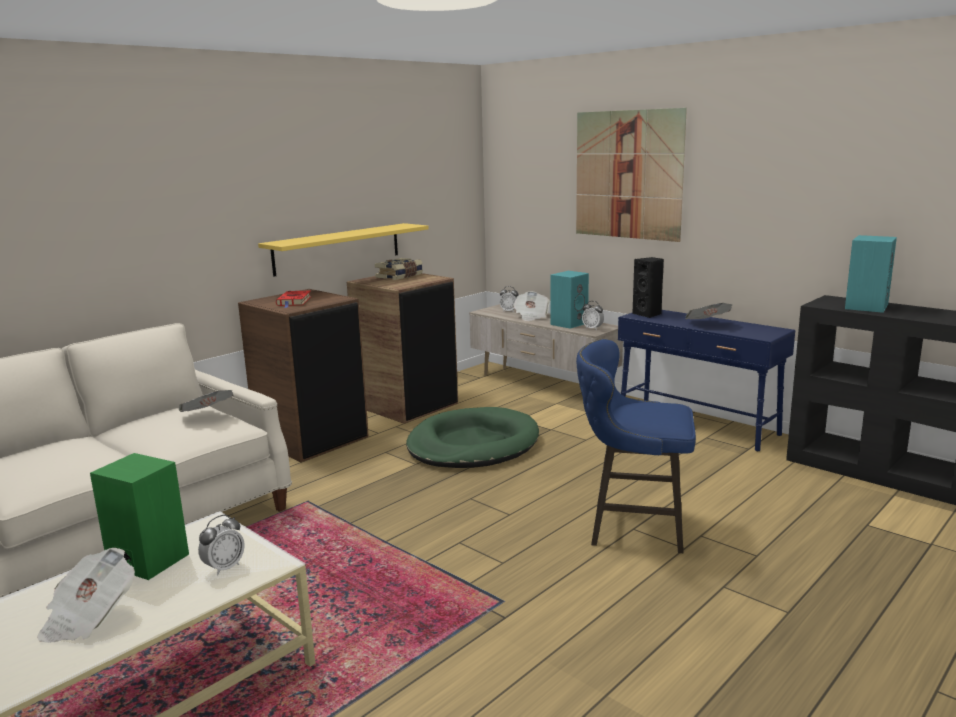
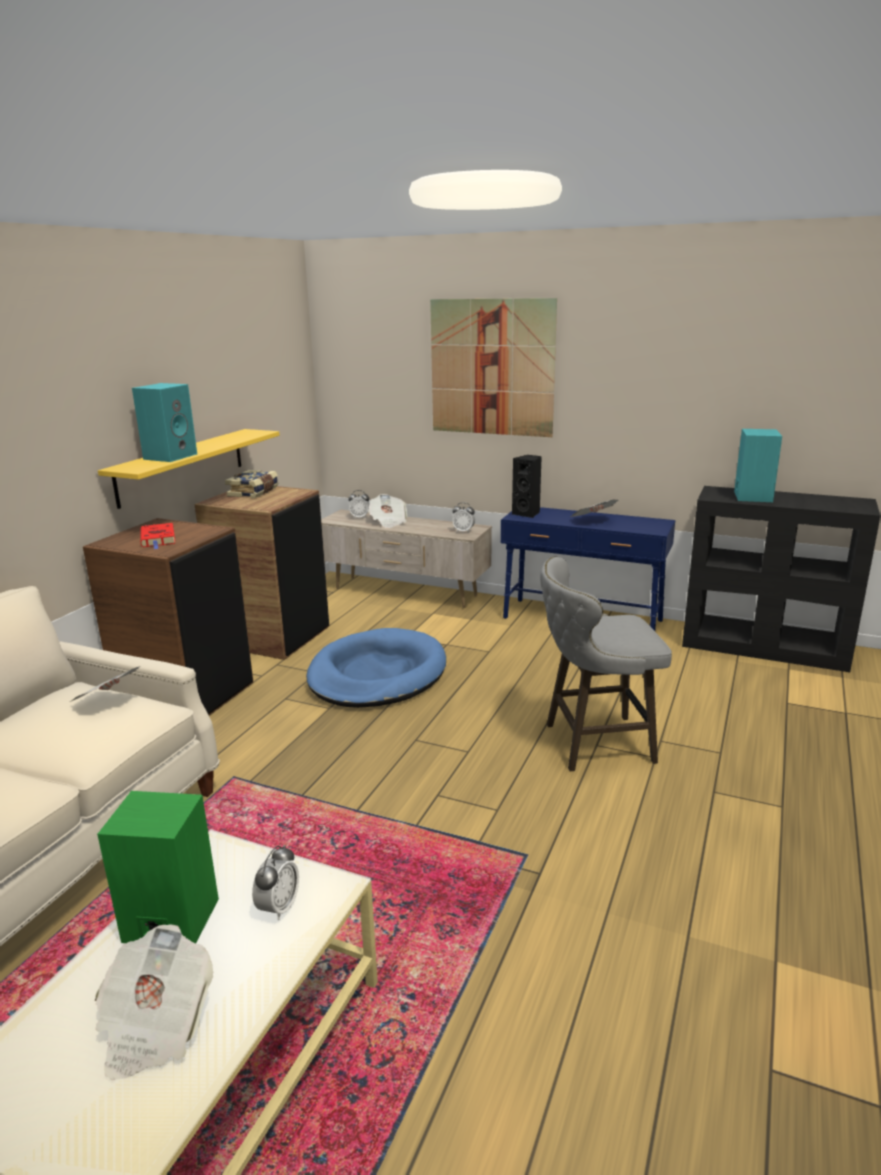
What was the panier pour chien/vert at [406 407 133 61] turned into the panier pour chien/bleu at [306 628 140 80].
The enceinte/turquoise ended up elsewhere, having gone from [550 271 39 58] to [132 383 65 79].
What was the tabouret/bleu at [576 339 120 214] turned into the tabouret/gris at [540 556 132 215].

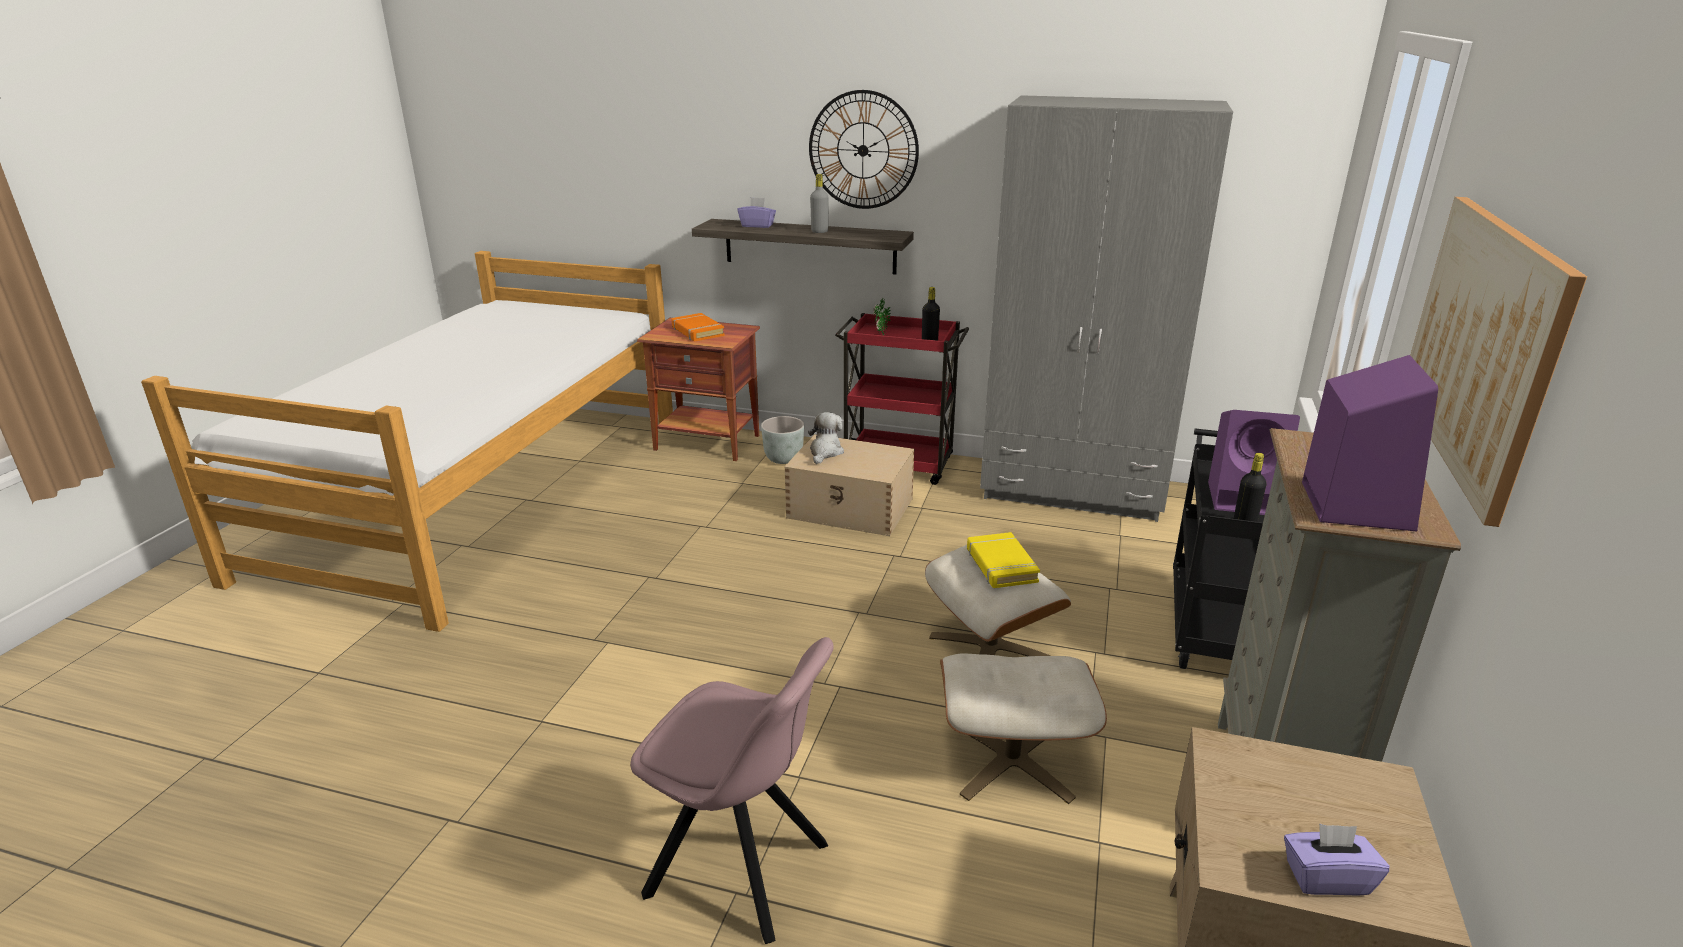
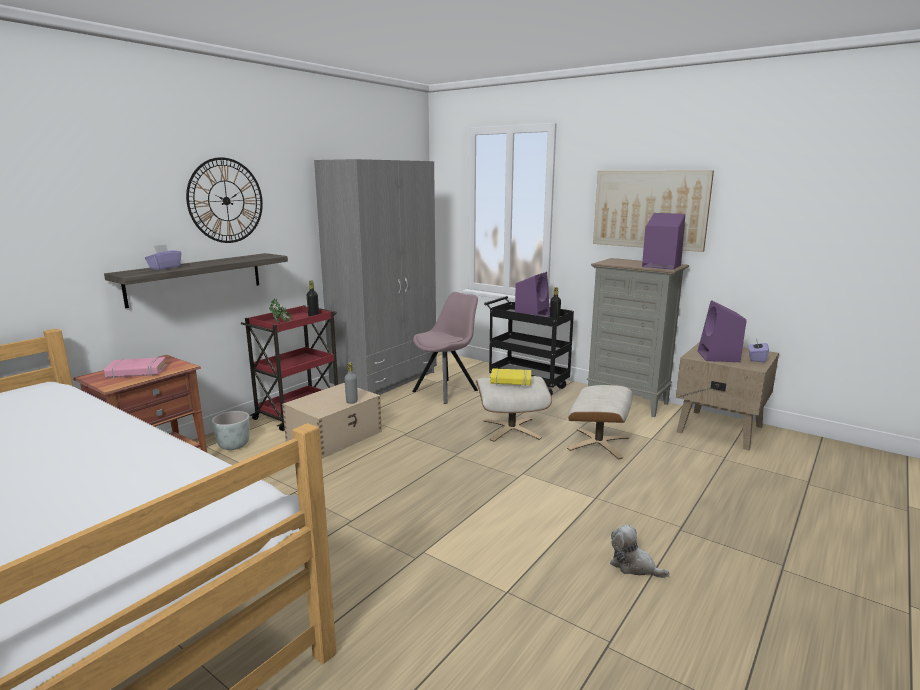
The chaise/rose ended up elsewhere, having gone from [630 637 204 307] to [413 292 65 112].
What was the livre/orange at [672 313 53 28] turned into the livre/rose at [104 357 63 21].
The peluche ended up elsewhere, having gone from [808 412 36 52] to [610 524 60 54].
The bouteille/gris ended up elsewhere, having gone from [810 174 19 59] to [344 362 14 42].
The second view gained the enceinte/violet at [698 300 49 62].

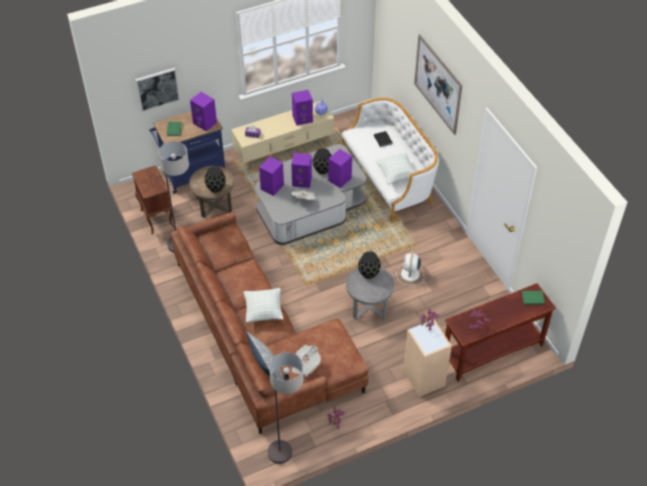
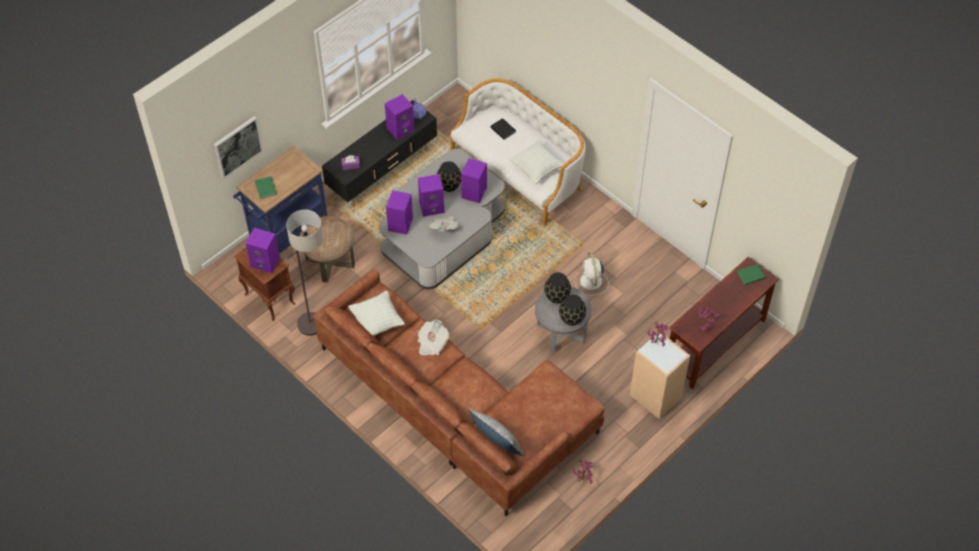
The enceinte/violet ended up elsewhere, having gone from [190 92 27 39] to [245 228 35 45].
The vase/noir ended up elsewhere, having gone from [204 166 22 27] to [559 294 27 32].
What was the meuble télé/beige at [231 101 103 69] turned into the meuble télé/noir at [322 100 115 107].
The coussin ended up elsewhere, having gone from [244 288 39 34] to [348 291 57 45].
The second view lost the lampadaire/gris at [264 352 40 112].
The journal ended up elsewhere, having gone from [291 345 30 32] to [418 320 31 35].
The second view lost the tableau at [414 34 48 101].

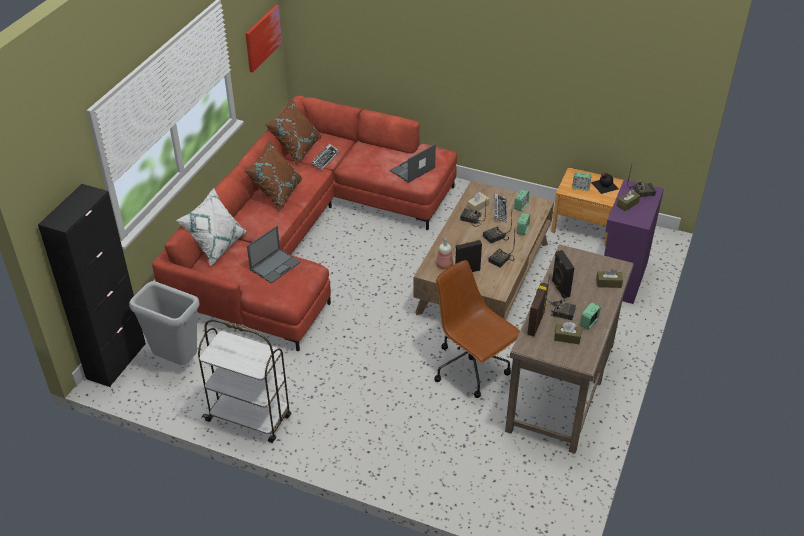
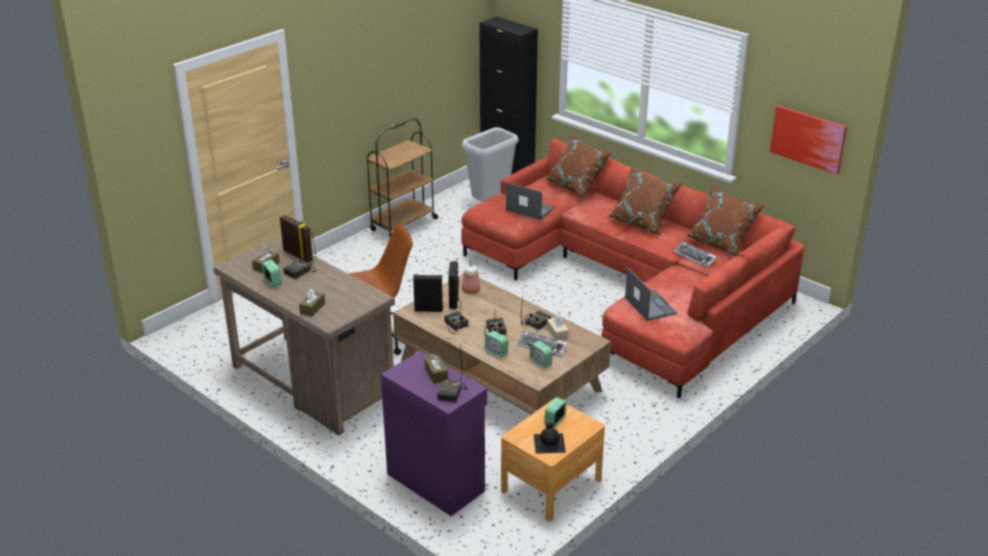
What was the coussin/blanc at [176 188 70 78] turned into the coussin/marron at [545 133 67 67].
What was the chariot/blanc at [198 319 94 124] turned into the chariot/marron at [367 118 71 119].
The ordinateur portable at [247 226 54 58] ended up facing another way, 150 degrees clockwise from before.
The enceinte/noir ended up elsewhere, having gone from [552 250 22 49] to [413 274 30 38].

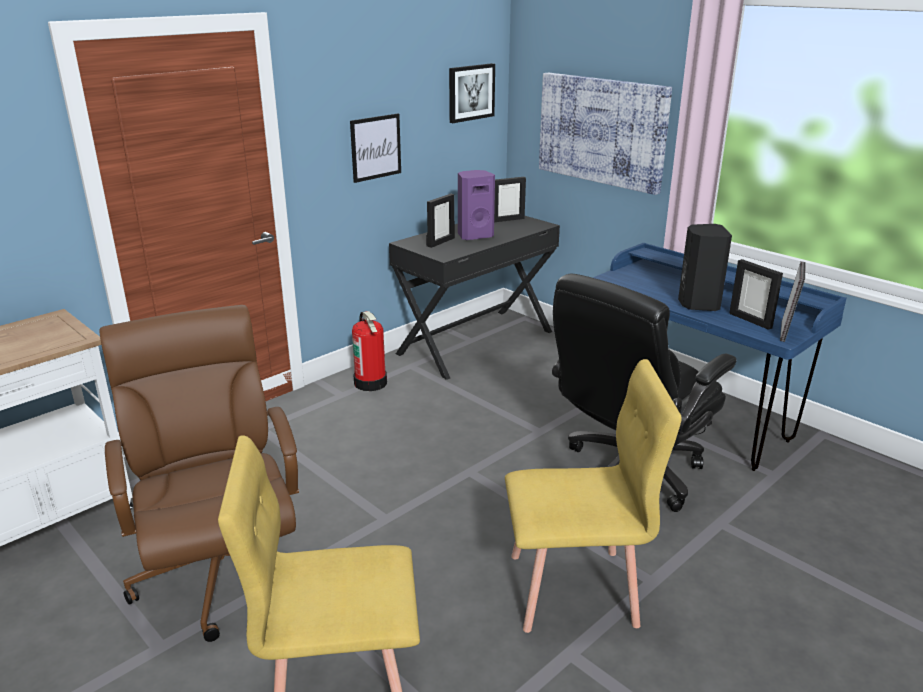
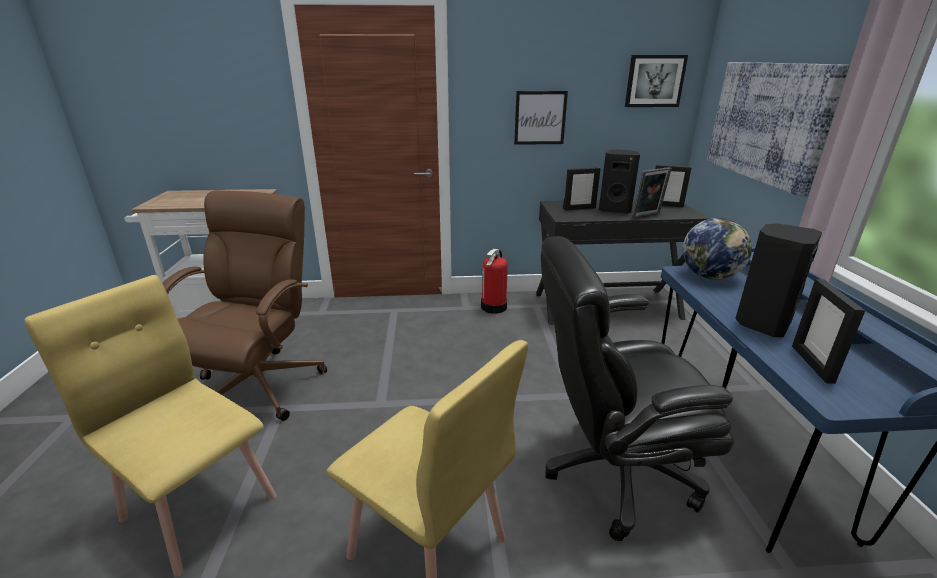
What was the enceinte/violet at [458 170 37 70] turned into the enceinte/noir at [599 150 41 64].
The cadre photo ended up elsewhere, having gone from [780 261 26 81] to [632 167 40 52].
The second view gained the globe at [683 218 69 62].

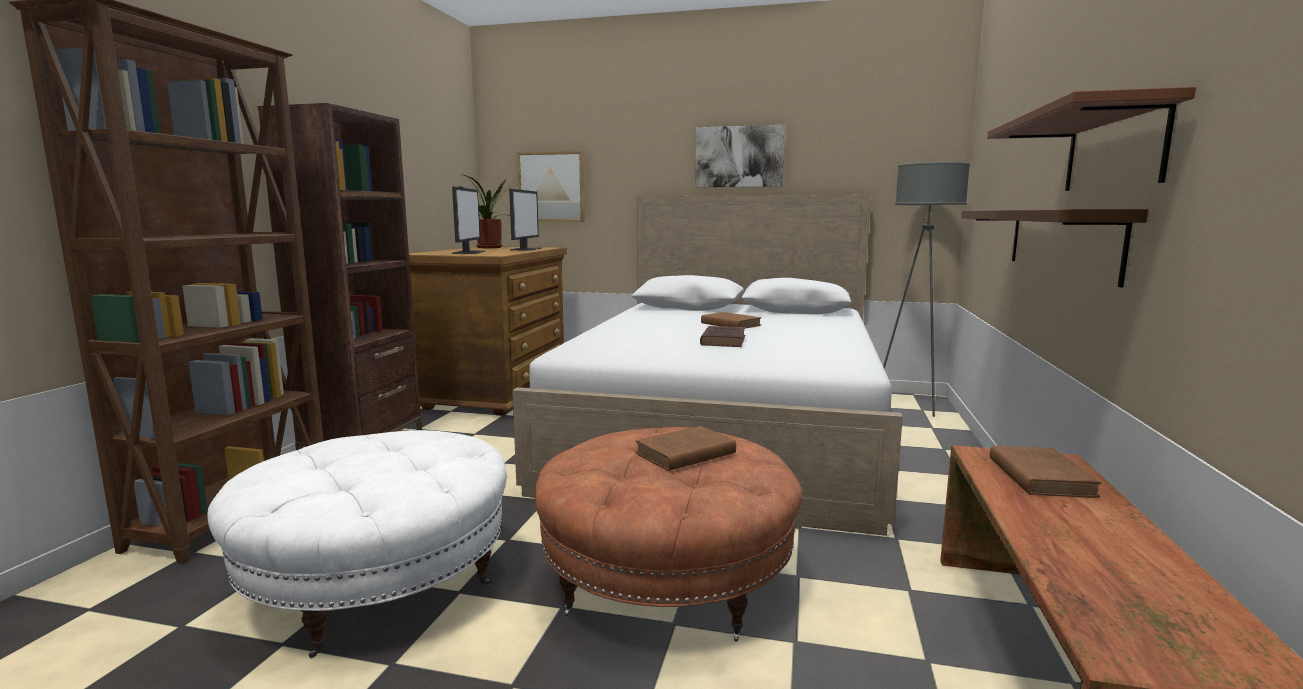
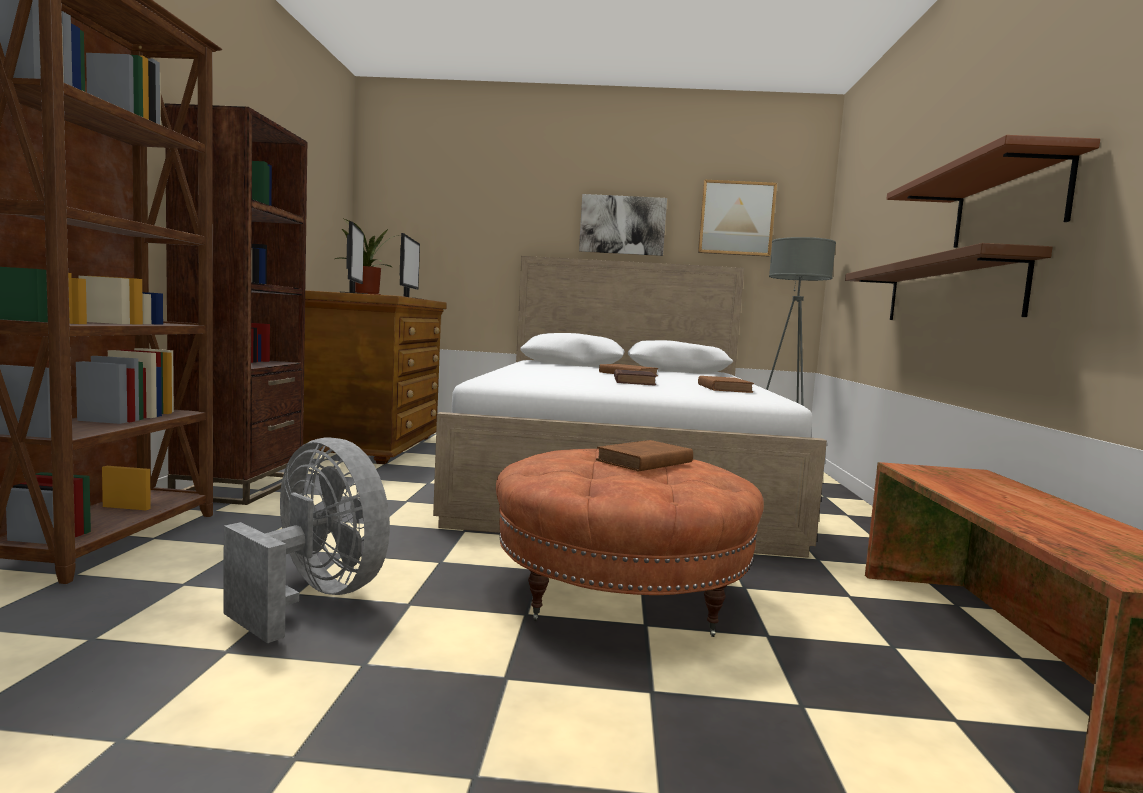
Where the pouf/blanc stood at [207 430 300 229], the ventilateur/gris came to stand at [224 437 166 206].
The tableau ended up elsewhere, having gone from [517 151 68 71] to [698 180 79 77].
The livre/marron ended up elsewhere, having gone from [990 445 111 53] to [698 376 56 17].

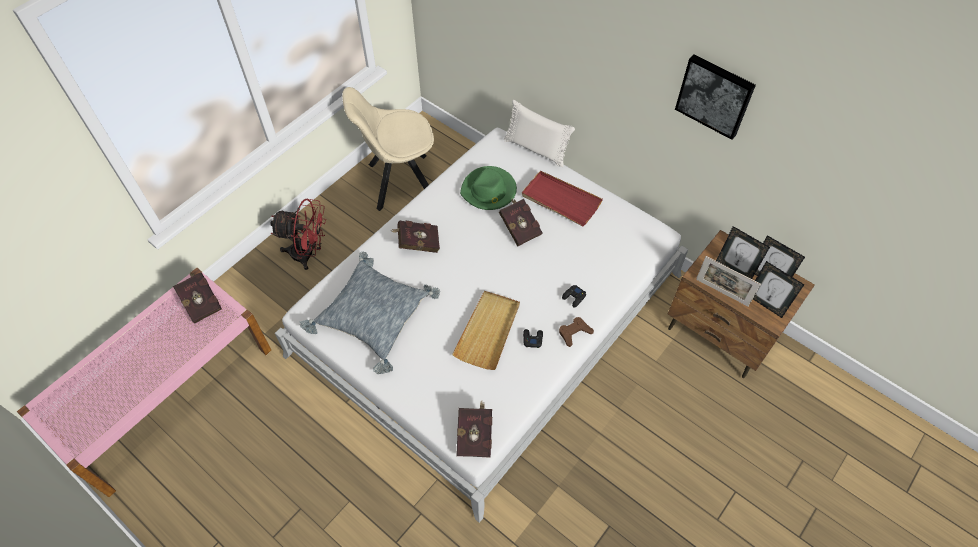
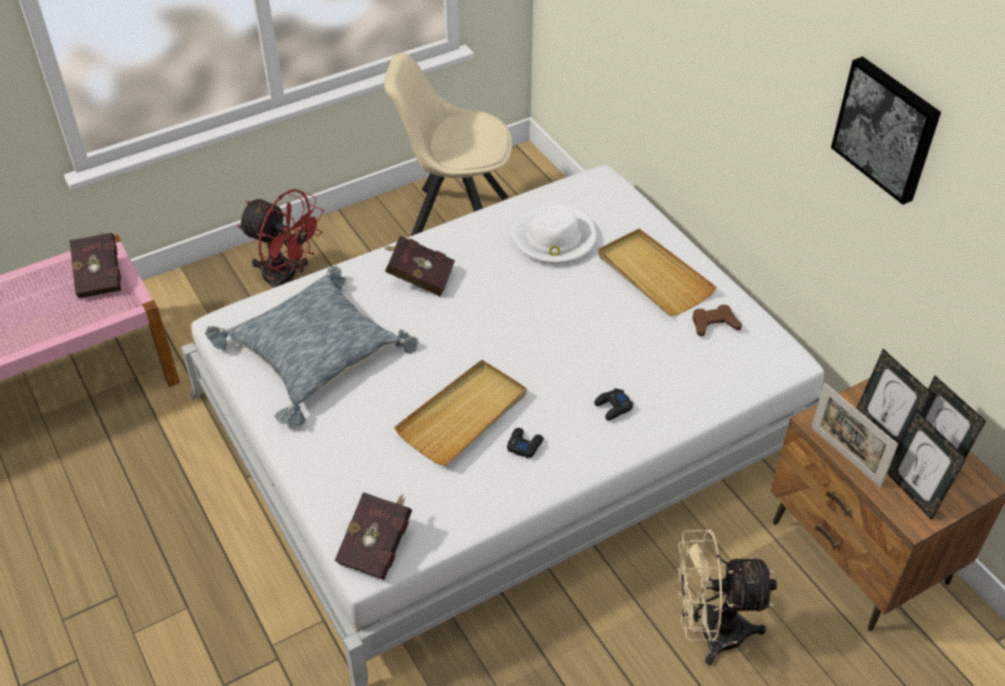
What was the chapeau/vert at [460 166 57 44] turned into the chapeau/blanc at [509 204 88 60].
The second view lost the livre/rouge at [499 199 44 48].
The second view lost the coussin/blanc at [504 100 71 67].
What was the plateau/rouge at [522 171 81 56] turned into the plateau/beige at [598 229 119 87].
The manette/marron ended up elsewhere, having gone from [559 317 35 30] to [692 305 50 32].
The second view gained the ventilateur/beige at [677 529 100 136].

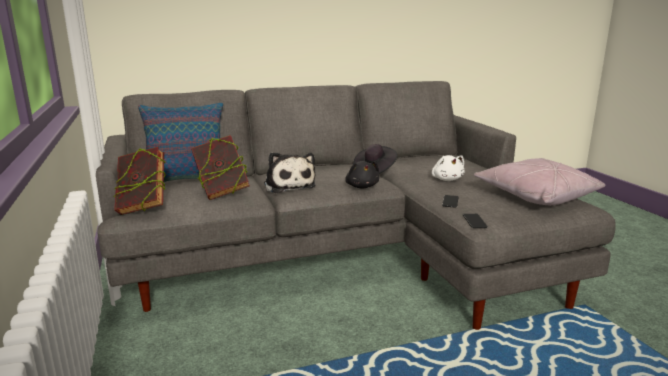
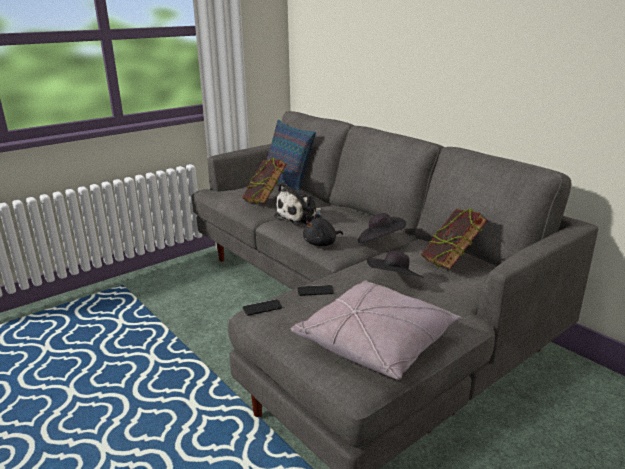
The livre ended up elsewhere, having gone from [114 147 52 68] to [421 208 67 61].
Where the peluche/blanc stood at [432 155 33 26], the chapeau/noir came to stand at [367 251 57 27].

